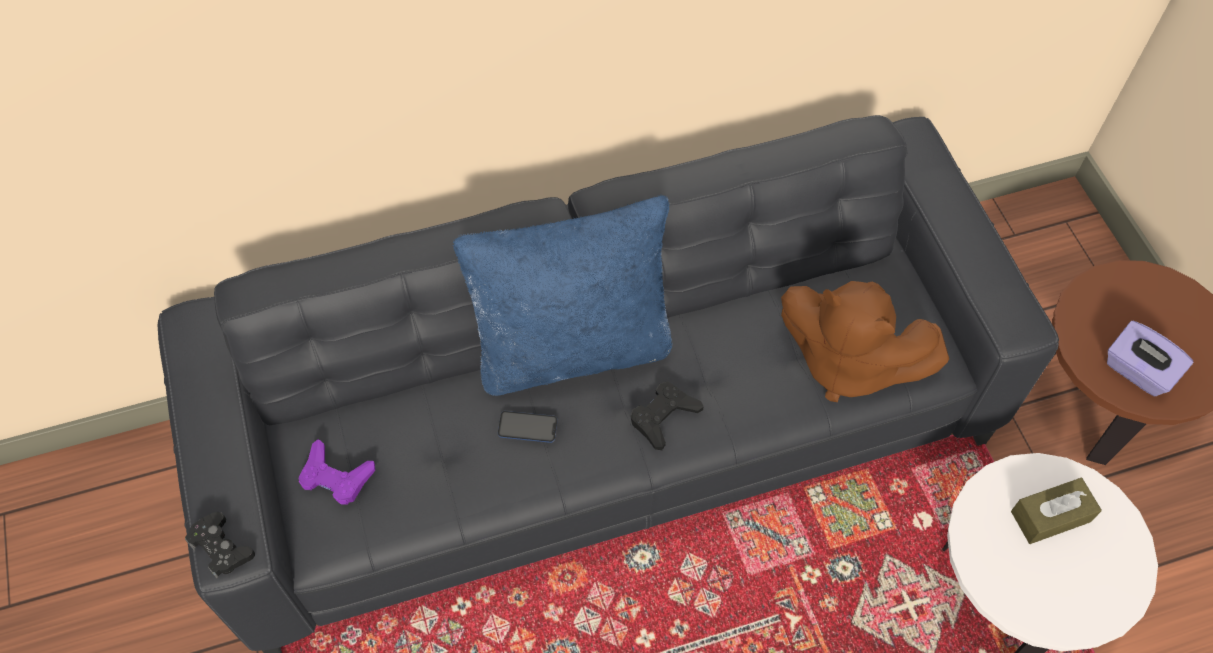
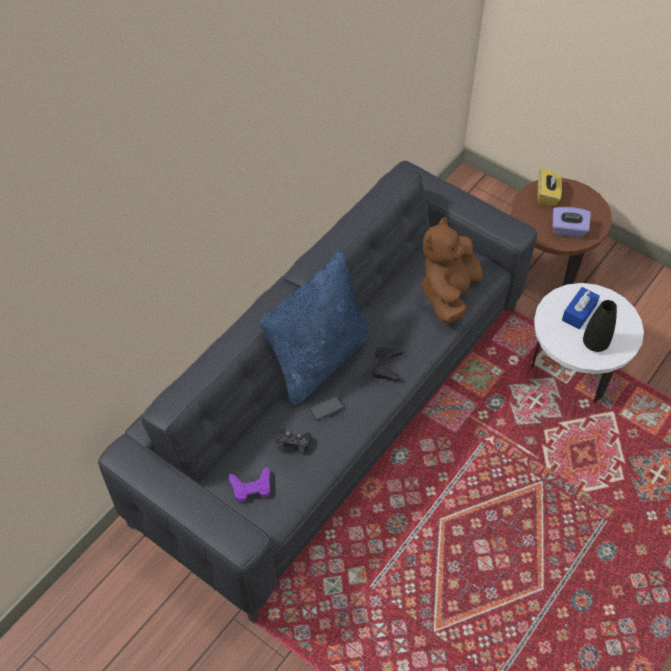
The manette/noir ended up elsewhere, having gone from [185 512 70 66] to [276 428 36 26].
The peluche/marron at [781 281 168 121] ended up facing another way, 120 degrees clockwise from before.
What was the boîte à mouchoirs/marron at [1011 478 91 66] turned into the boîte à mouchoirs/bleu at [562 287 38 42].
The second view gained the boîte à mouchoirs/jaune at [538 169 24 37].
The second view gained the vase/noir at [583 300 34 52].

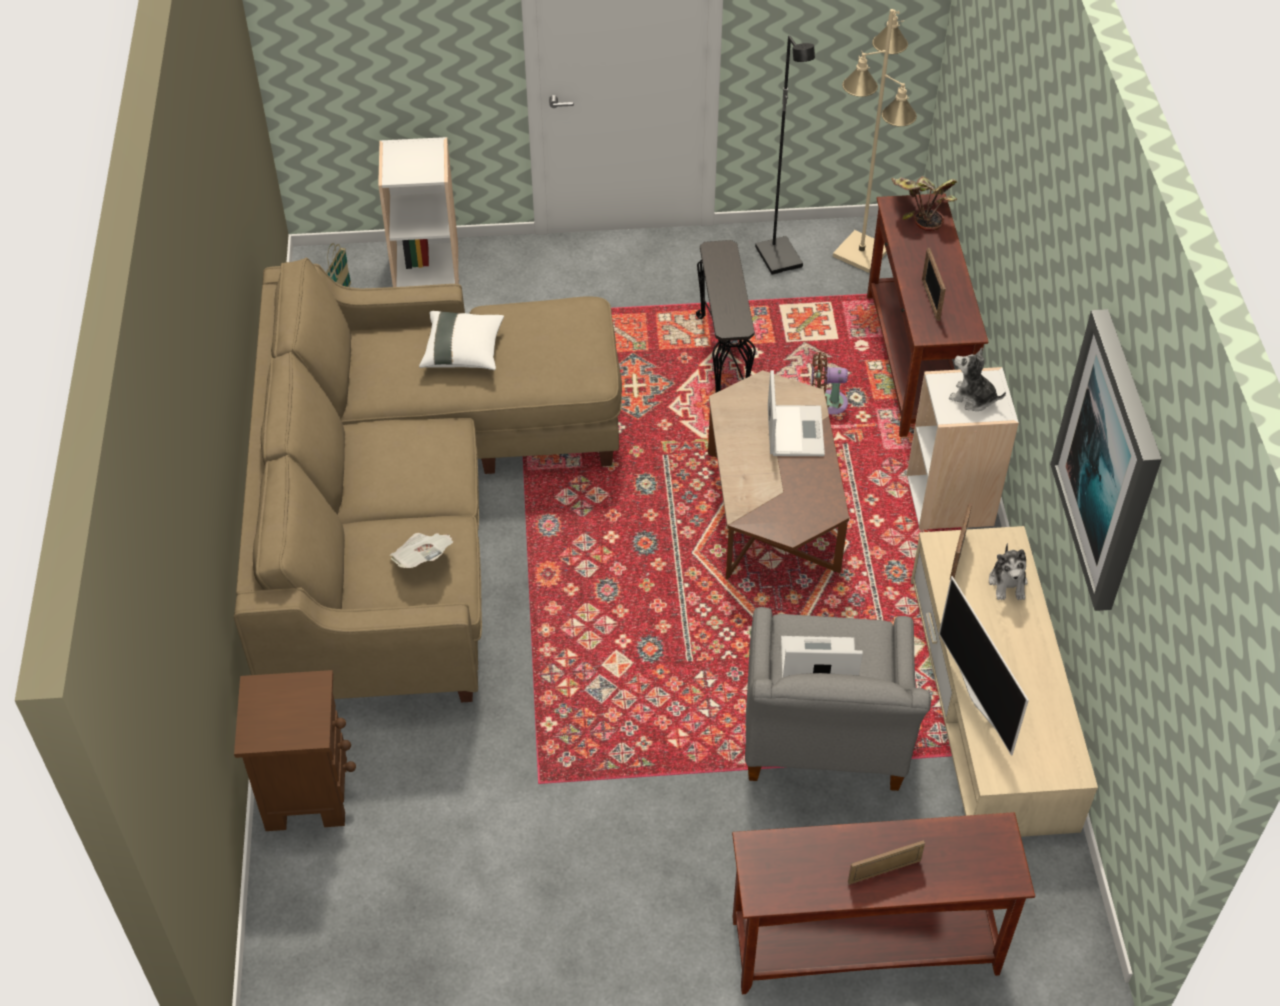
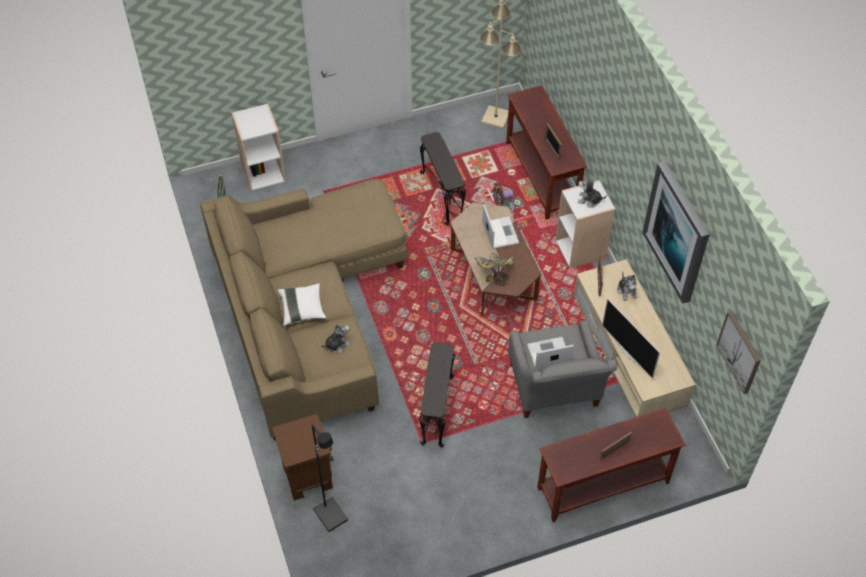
Where the journal stood at [390 533 63 35], the peluche came to stand at [321 324 30 29].
The coussin/blanc ended up elsewhere, having gone from [419 311 85 59] to [277 284 49 42].
The lampadaire/noir ended up elsewhere, having gone from [755 35 60 240] to [311 423 37 109].
The plante en pot ended up elsewhere, having gone from [891 176 66 56] to [475 253 39 33].
The second view gained the table d'appoint/noir at [419 342 36 106].
The second view gained the tableau at [716 311 45 83].

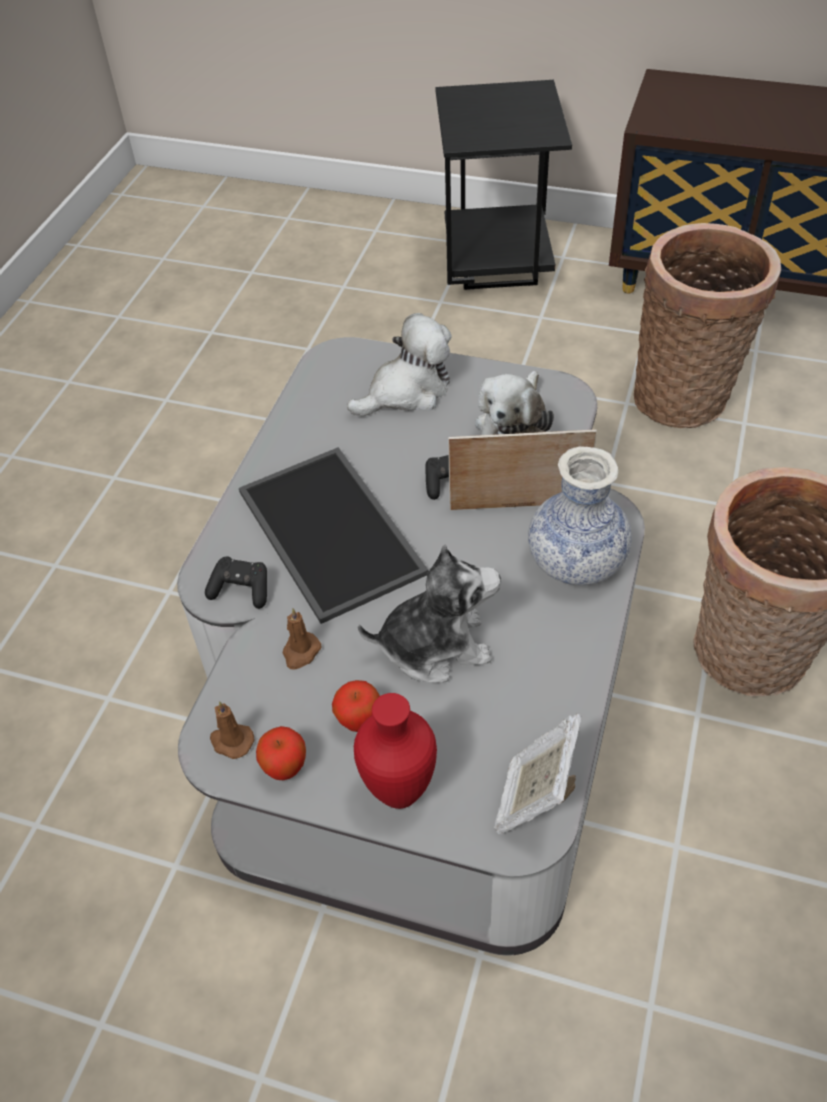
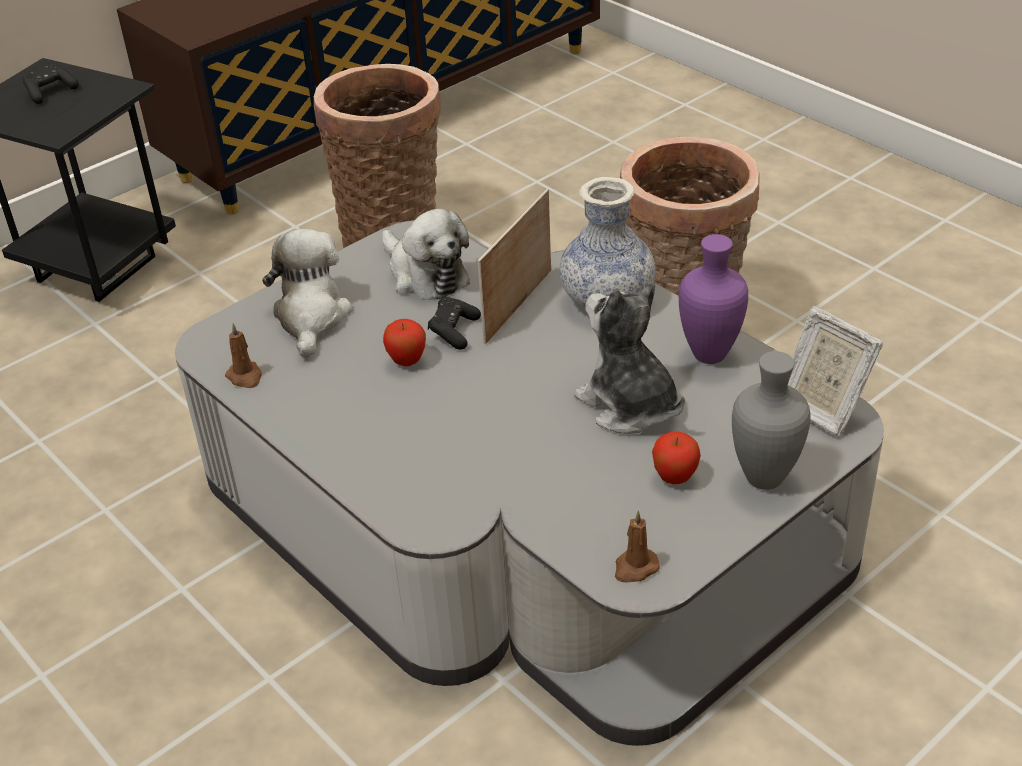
The manette/noir ended up elsewhere, having gone from [205 557 62 52] to [22 63 57 41].
The second view lost the plateau at [239 447 190 177].
The pomme ended up elsewhere, having gone from [256 726 50 54] to [383 319 43 48].
The bougie/marron ended up elsewhere, having gone from [283 608 38 62] to [225 323 37 65].
What was the vase/rouge at [354 693 83 116] turned into the vase/gris at [732 351 79 139].
The peluche at [358 545 143 137] ended up facing another way, 60 degrees counterclockwise from before.
The second view gained the vase/violet at [679 234 69 130].

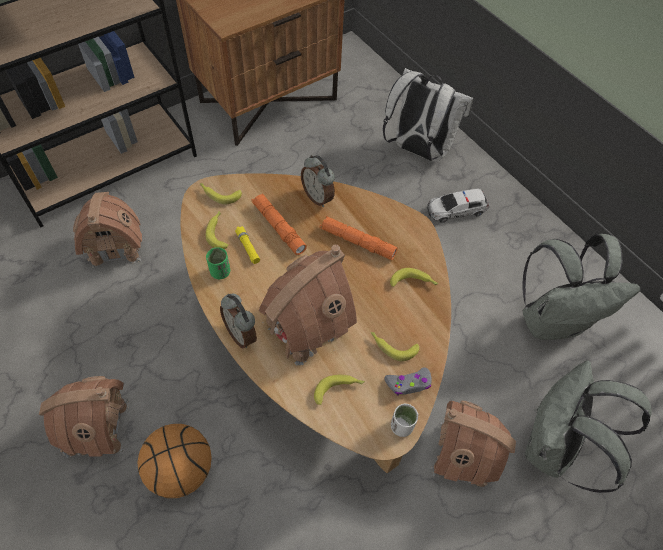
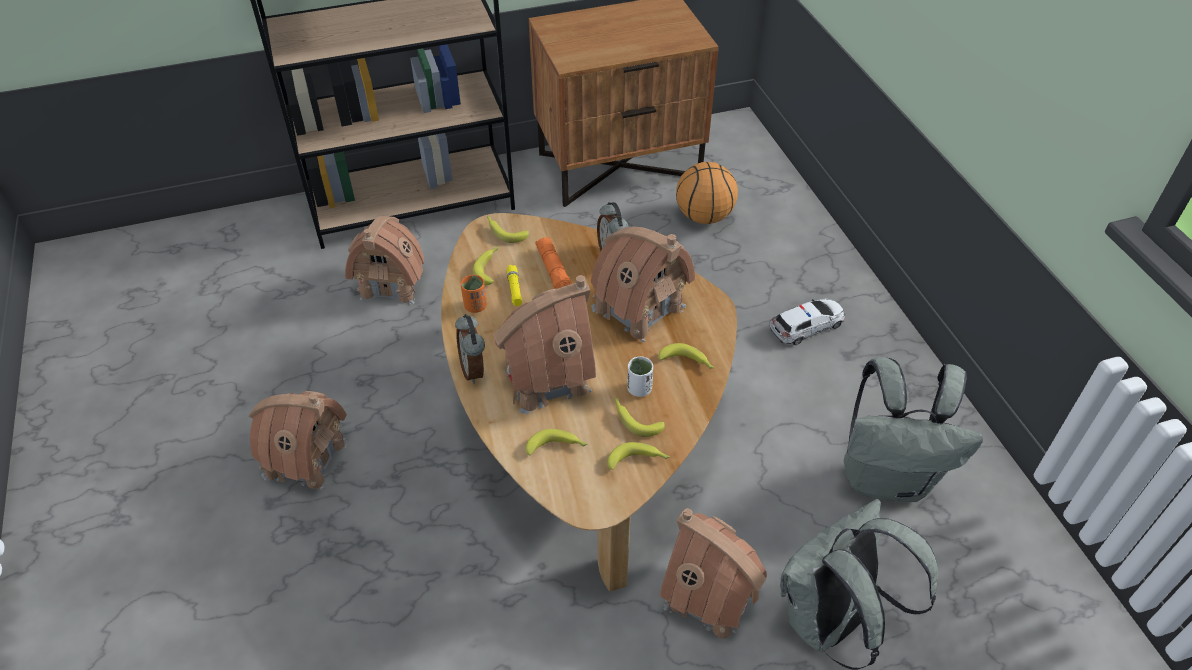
The ballon de basket ended up elsewhere, having gone from [137 424 74 74] to [676 162 62 62].
What was the tasse/vert at [206 247 24 32] turned into the tasse/orange at [461 275 26 38].
Where the lampe de poche/orange stood at [320 216 78 44], the maison miniature came to stand at [591 226 104 116].
The second view lost the sac à dos/blanc at [383 68 90 94].
Where the manette/gris stood at [384 368 47 27], the banane came to stand at [607 442 63 28].
The tasse/blanc ended up elsewhere, having gone from [391 404 27 33] to [627 356 26 41].
The petite voiture at [427 189 62 34] ended up facing another way, 150 degrees clockwise from before.

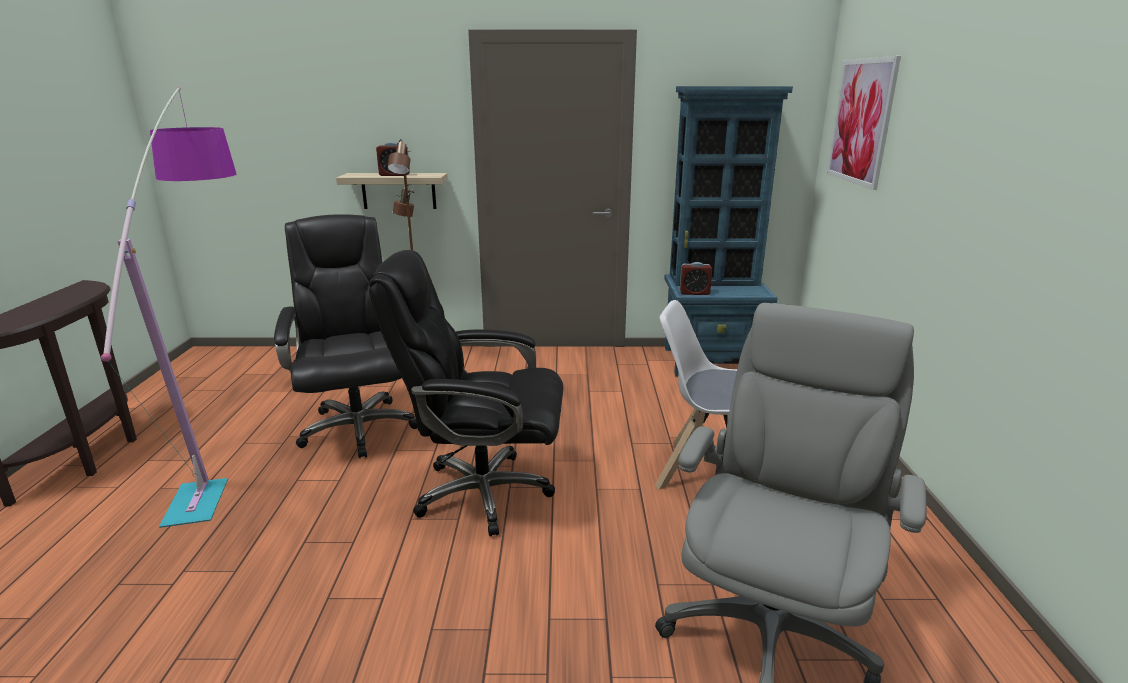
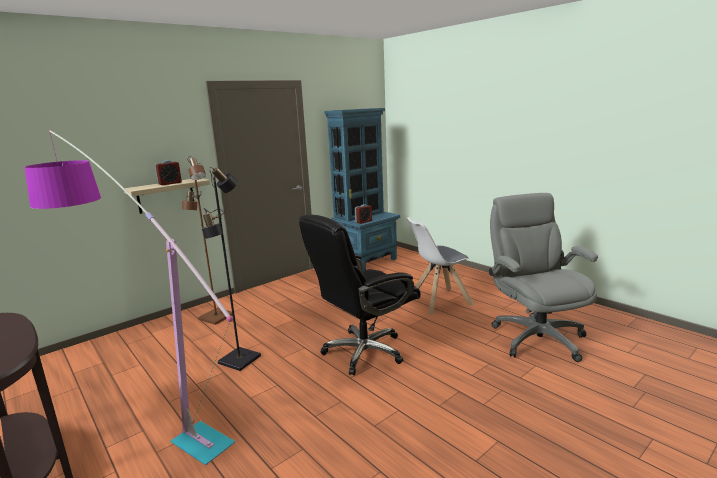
Where the chaise de bureau/noir stood at [274 214 143 244], the lampadaire/noir came to stand at [202 167 59 204].
The second view lost the tableau at [826 56 75 134].

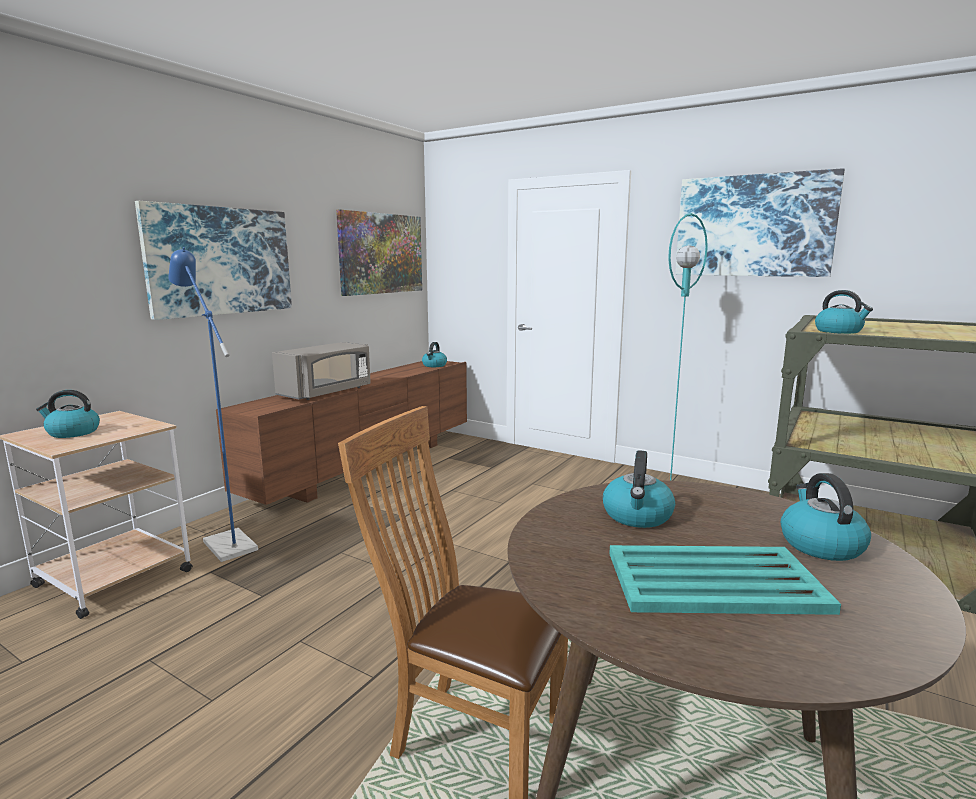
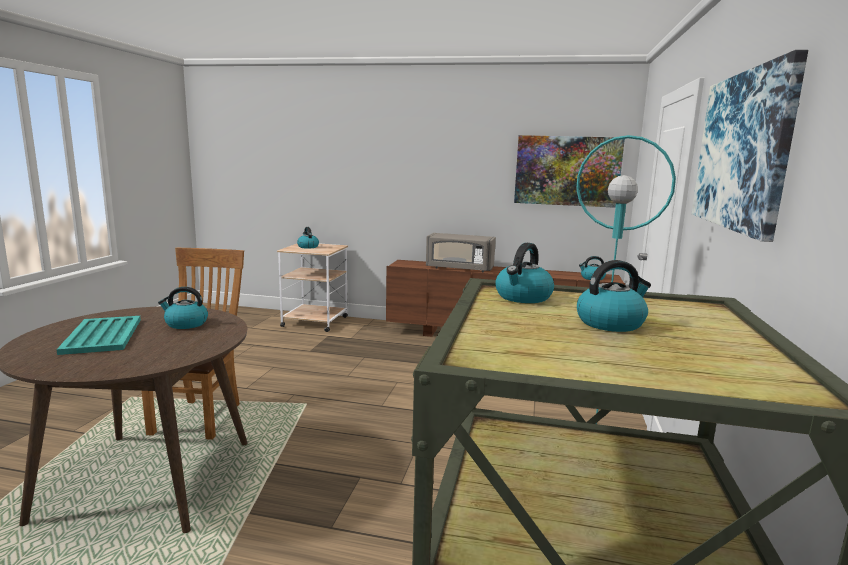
The second view lost the tableau at [135 201 157 119].
The second view lost the lampadaire/bleu at [168 247 90 315].
The bouilloire ended up elsewhere, having gone from [781 473 90 88] to [577 260 74 72].

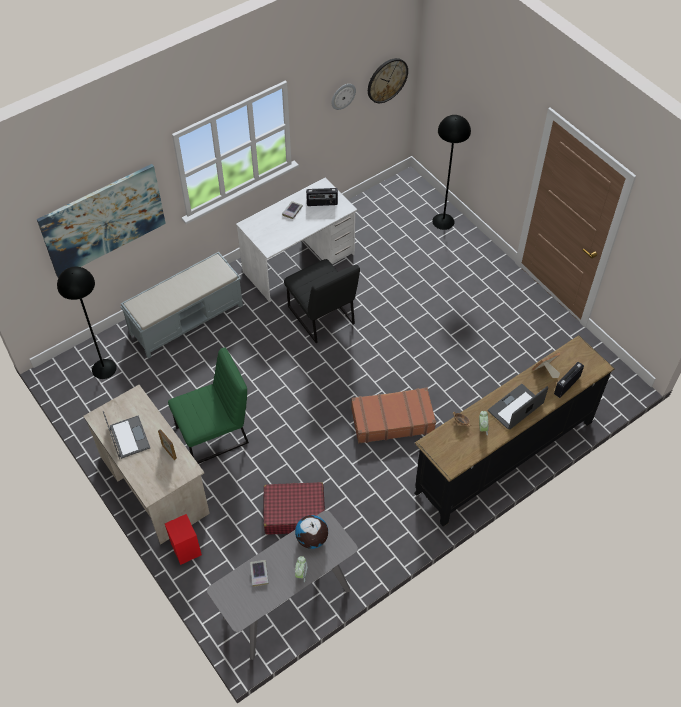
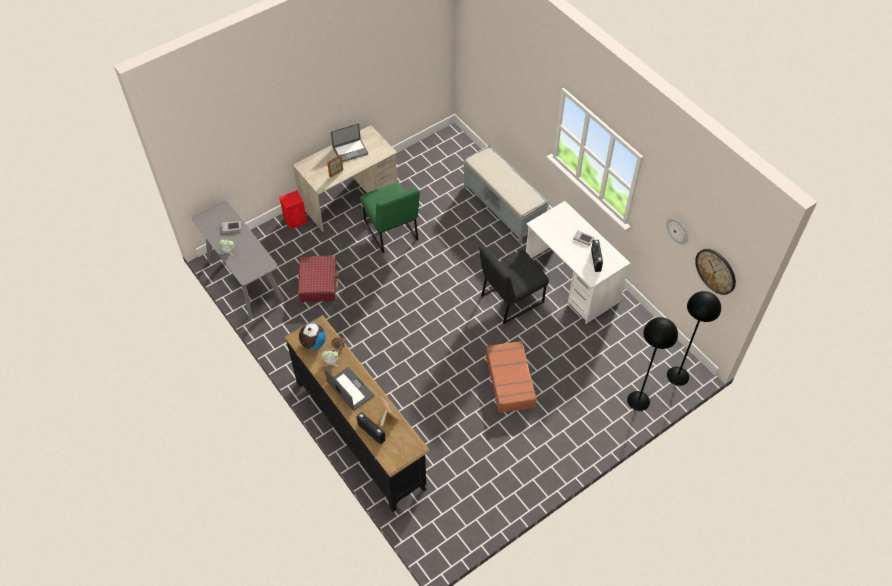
The second view lost the tableau at [37 164 129 114].
The lampadaire/noir ended up elsewhere, having gone from [57 267 60 112] to [667 291 54 95].
The globe ended up elsewhere, having gone from [295 515 33 34] to [299 323 27 27].
The valise/marron ended up elsewhere, having gone from [351 387 85 57] to [486 341 51 72].

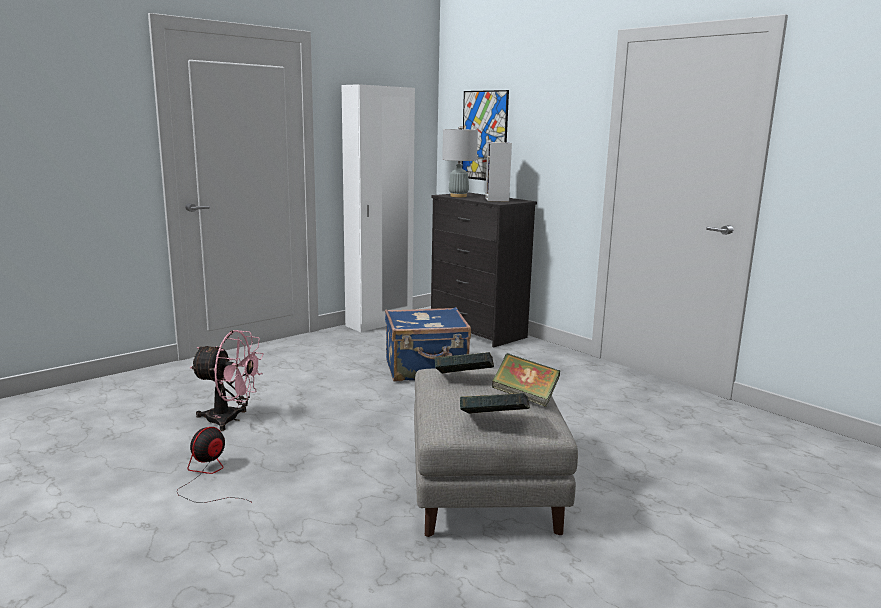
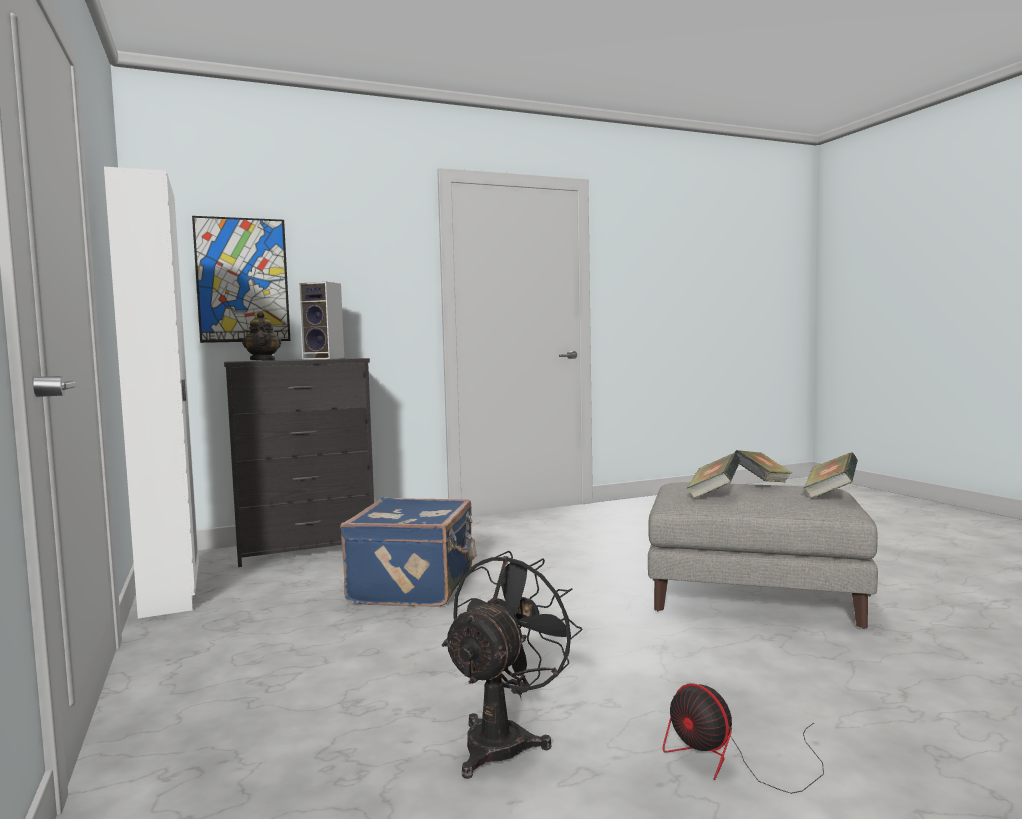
What was the ventilateur/rose at [190 330 74 101] turned into the ventilateur/noir at [442 551 141 228].
Where the lampe de table/gris stood at [442 126 36 71], the théière came to stand at [242 311 39 50].

